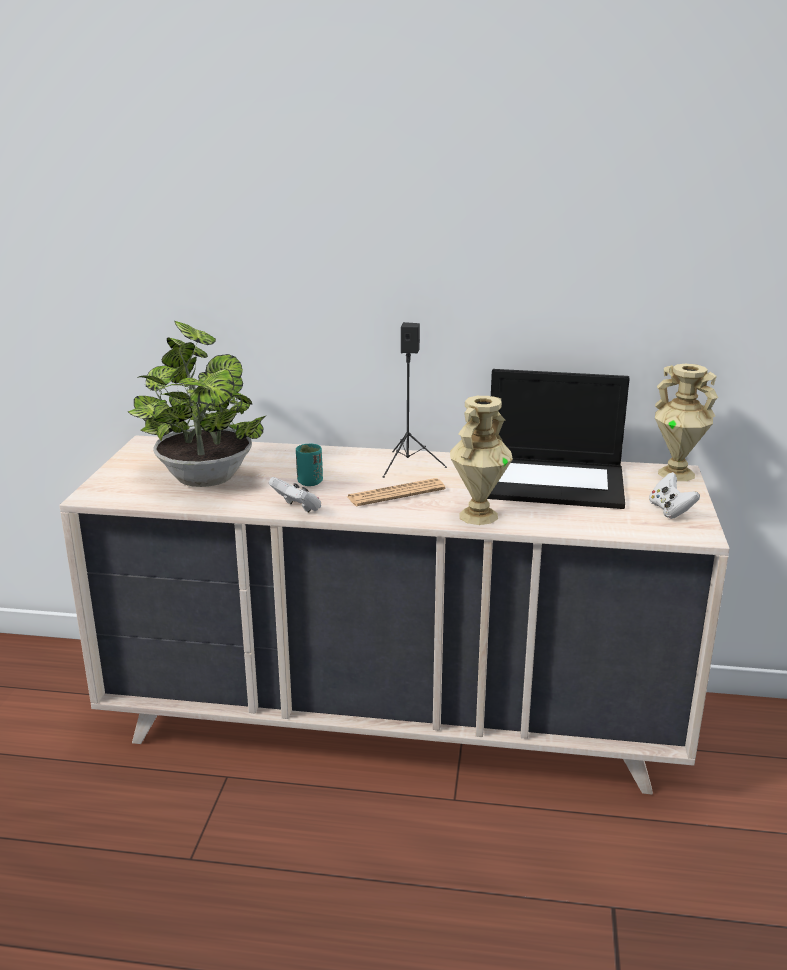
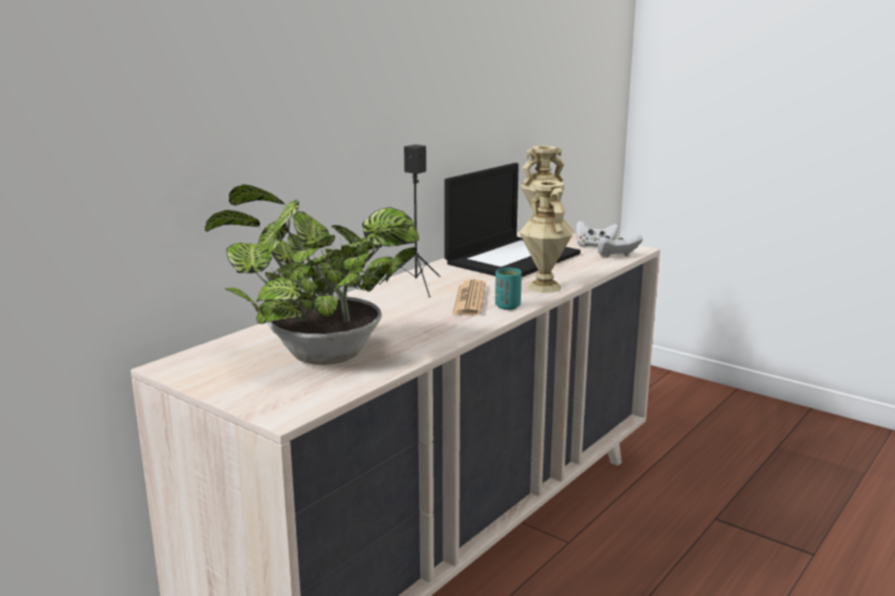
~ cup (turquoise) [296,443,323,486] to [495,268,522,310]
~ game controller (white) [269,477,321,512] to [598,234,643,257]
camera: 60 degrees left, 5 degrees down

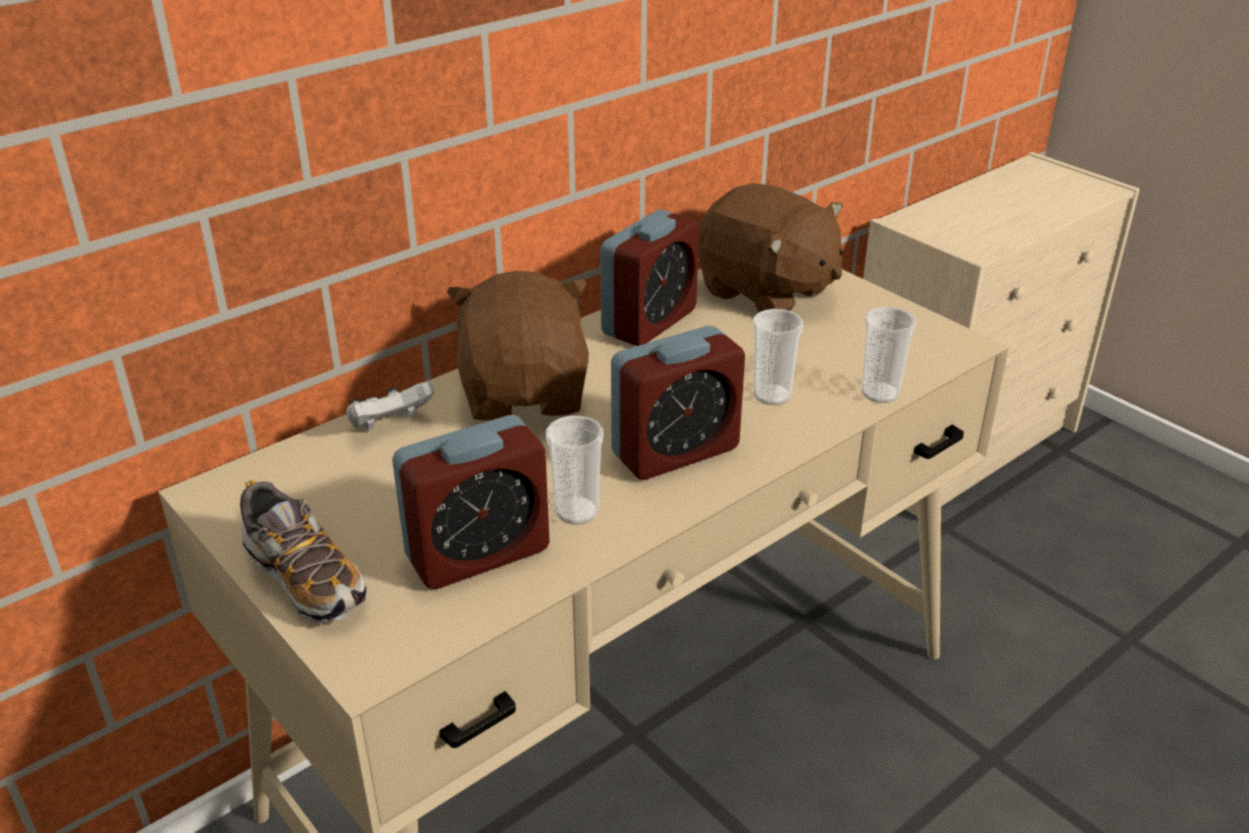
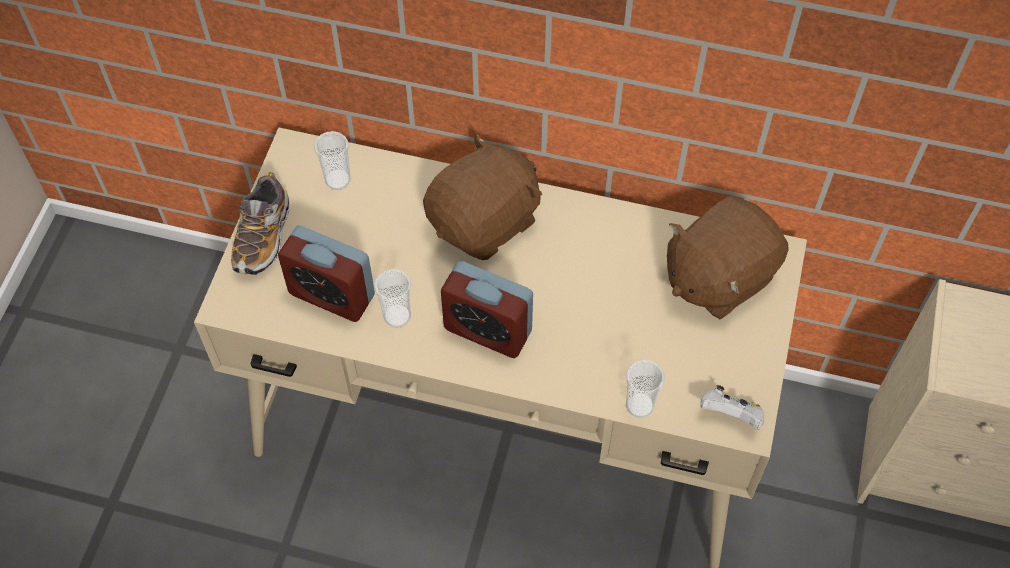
~ plush toy (brown) [698,183,843,313] = [667,196,789,319] 45 degrees clockwise
- alarm clock [600,210,699,346]
~ cup [753,309,803,405] to [314,131,351,190]
~ game controller (white) [346,381,434,431] to [700,385,764,429]
camera: 55 degrees right, 25 degrees up

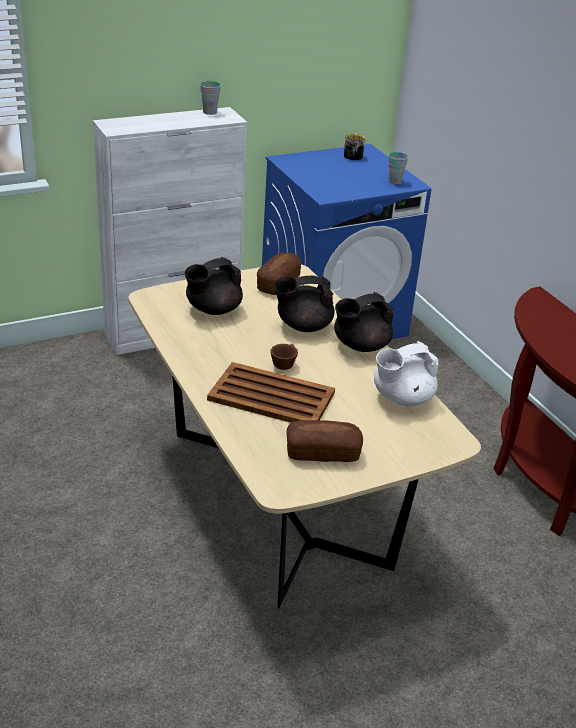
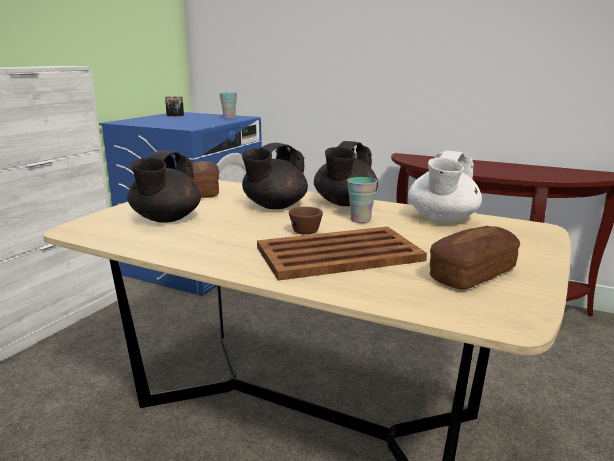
~ cup [200,81,221,115] to [347,177,377,223]
camera: 35 degrees left, 15 degrees down

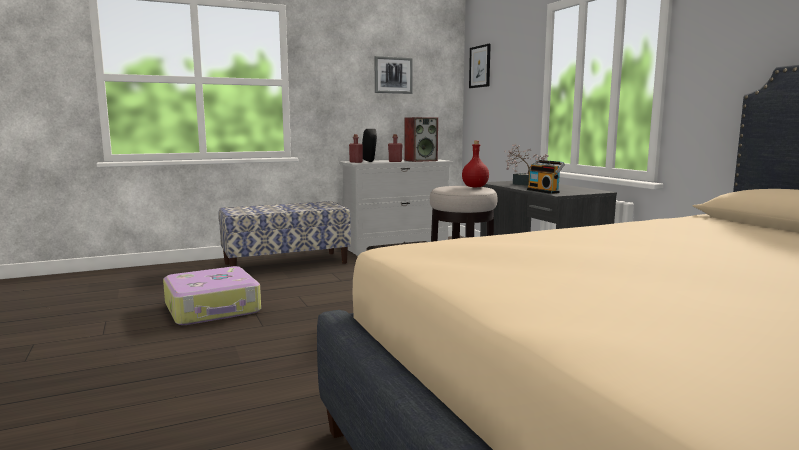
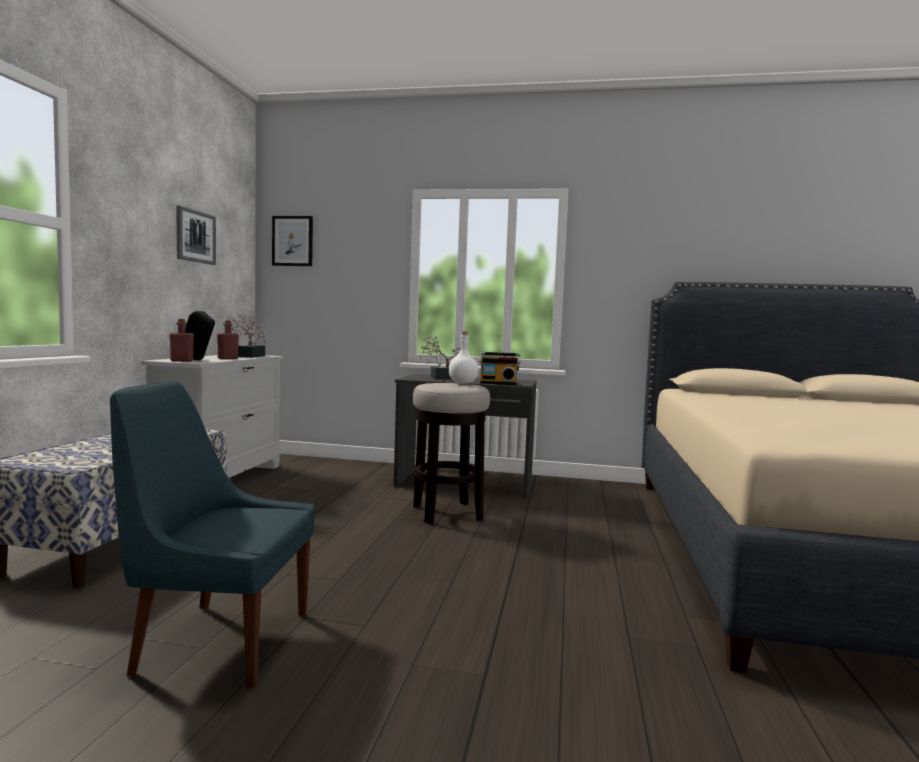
~ speaker [404,117,438,162] to potted plant [228,314,266,358]
~ bottle (red) [462,141,489,188] to bottle (white) [449,331,478,384]
~ suitcase [163,266,261,325] to chair (blue) [110,382,314,688]
camera: 55 degrees left, 5 degrees down

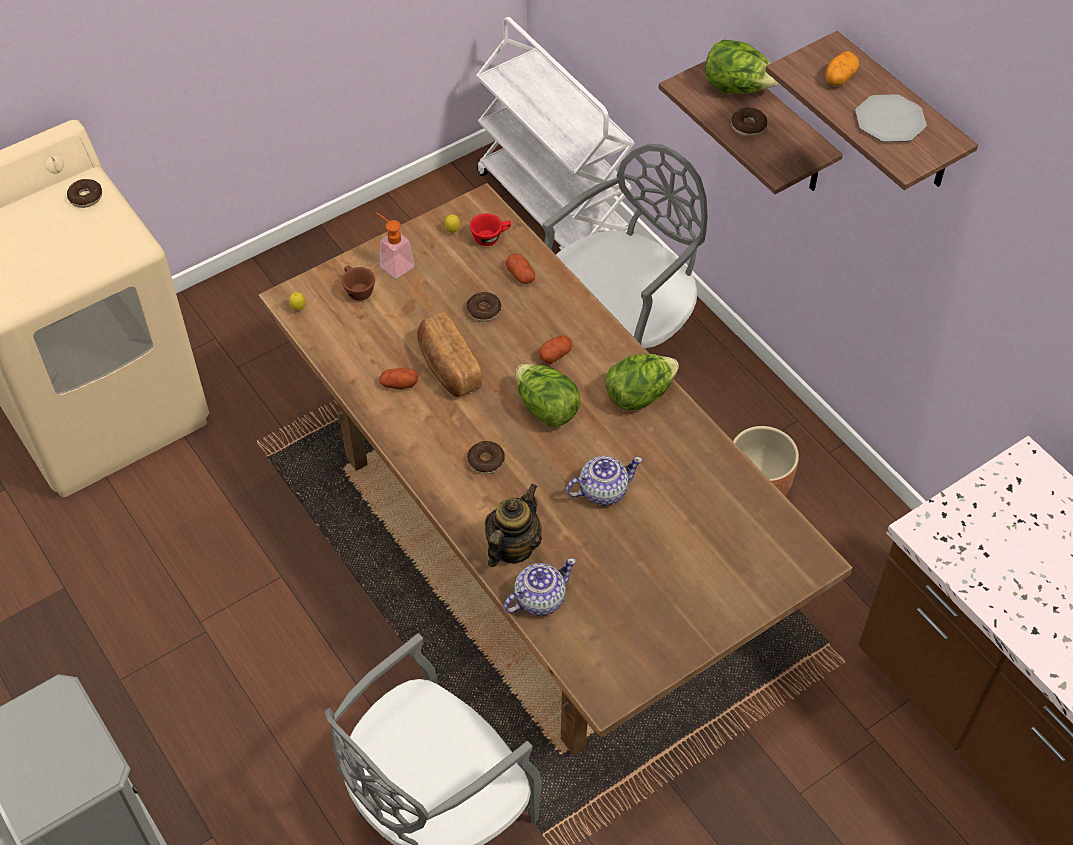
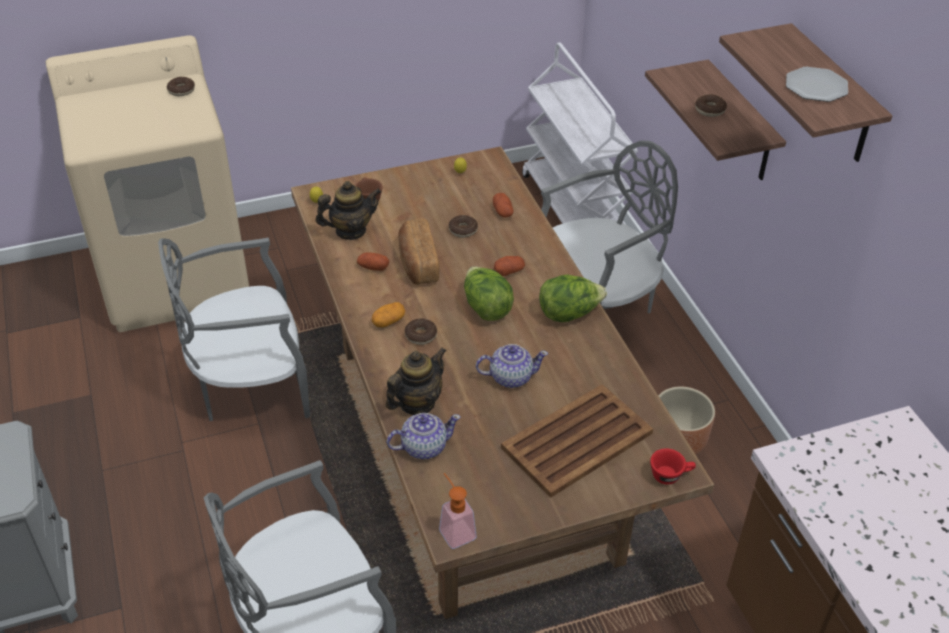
- lettuce [705,39,778,94]
~ potato [825,51,860,86] to [372,302,405,328]
~ soap dispenser [376,212,415,279] to [439,473,477,549]
~ cup (red) [470,213,511,246] to [650,448,696,485]
+ teapot [316,181,381,240]
+ chair (grey) [158,238,310,421]
+ tray (brown) [501,384,653,498]
camera: 15 degrees right, 10 degrees down

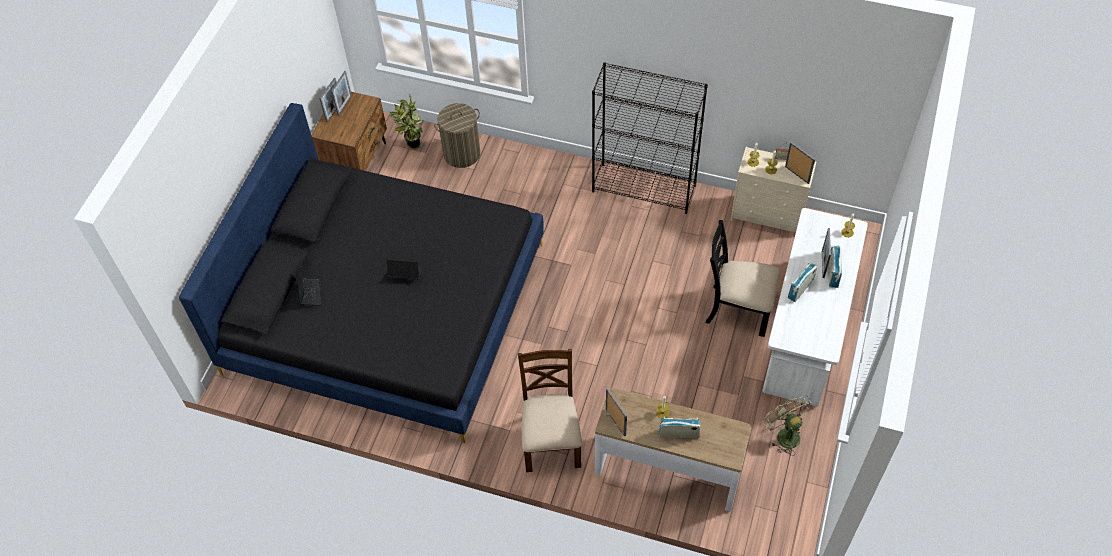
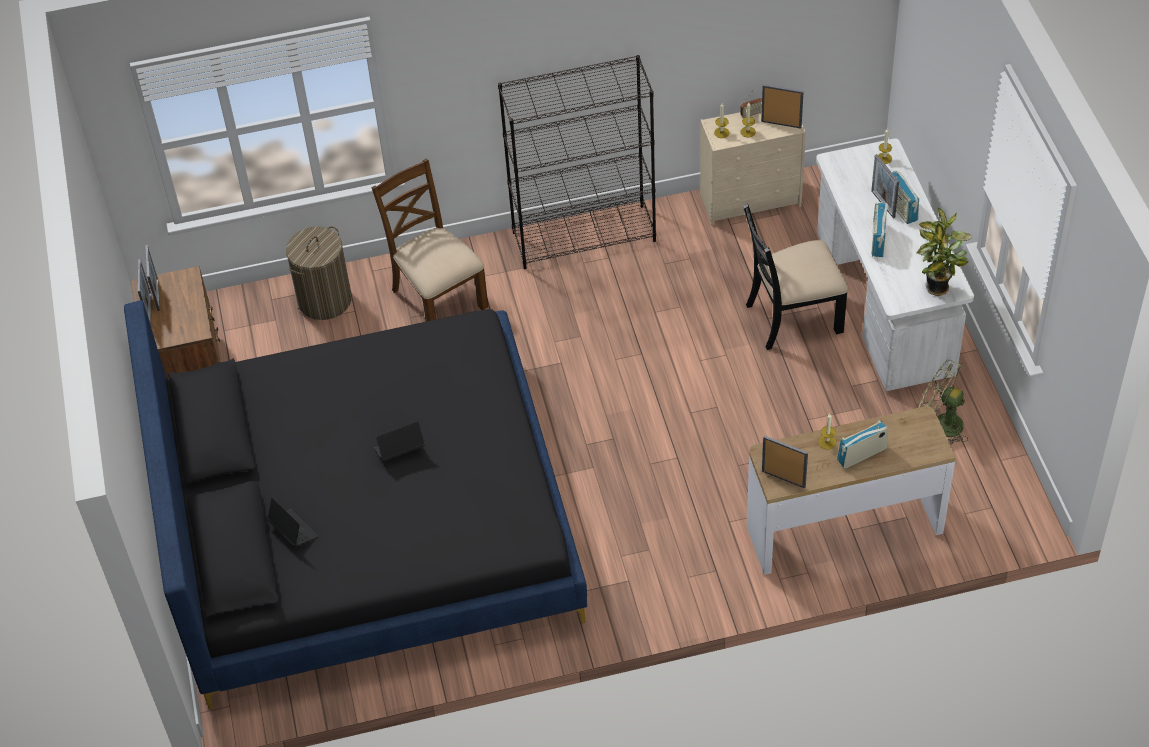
~ potted plant [389,93,424,150] to [916,207,972,296]
~ chair (brown) [518,349,582,472] to [372,159,488,322]
camera: 30 degrees left, 5 degrees down

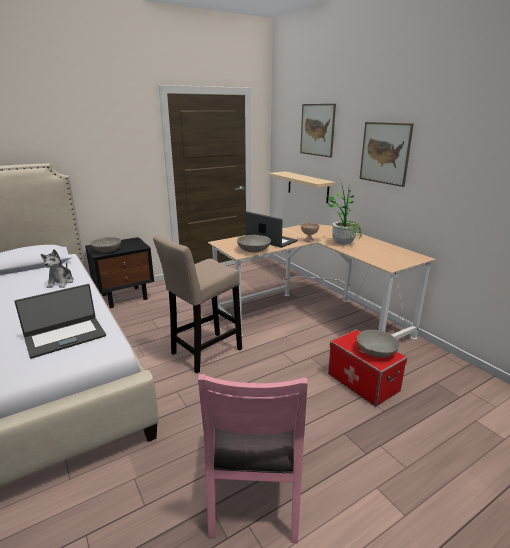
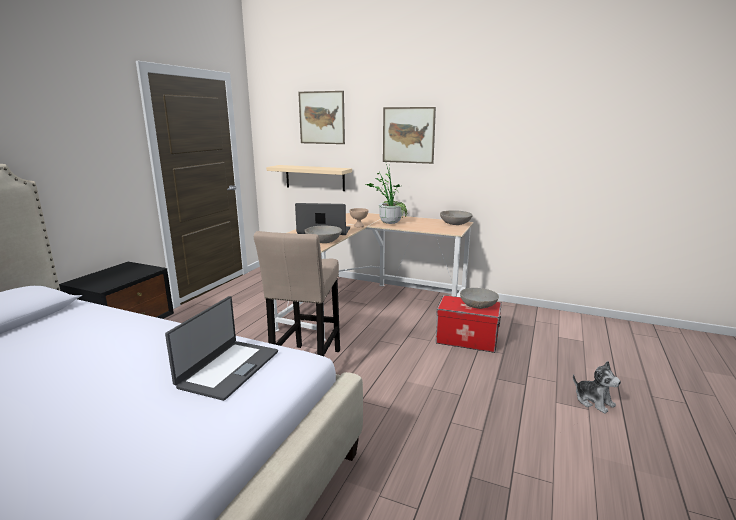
~ bowl (grey) [90,237,121,252] to [440,210,473,225]
~ plush toy [41,249,74,288] to [573,361,621,414]
- chair (pink) [198,374,308,543]
camera: 35 degrees left, 5 degrees down

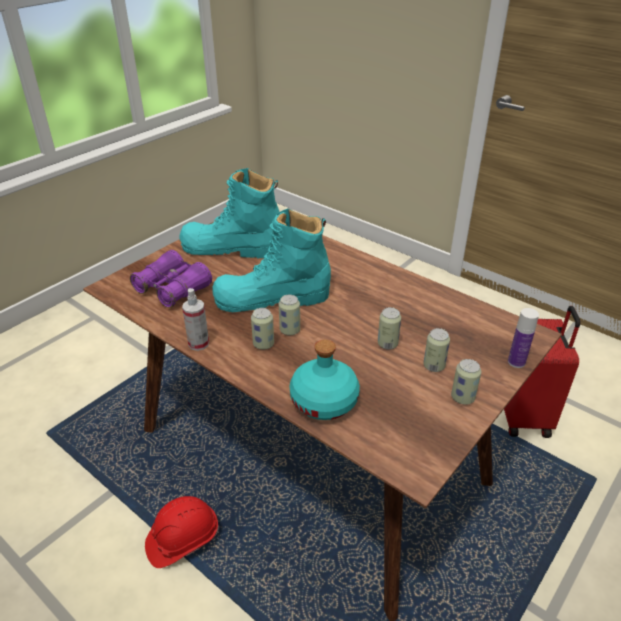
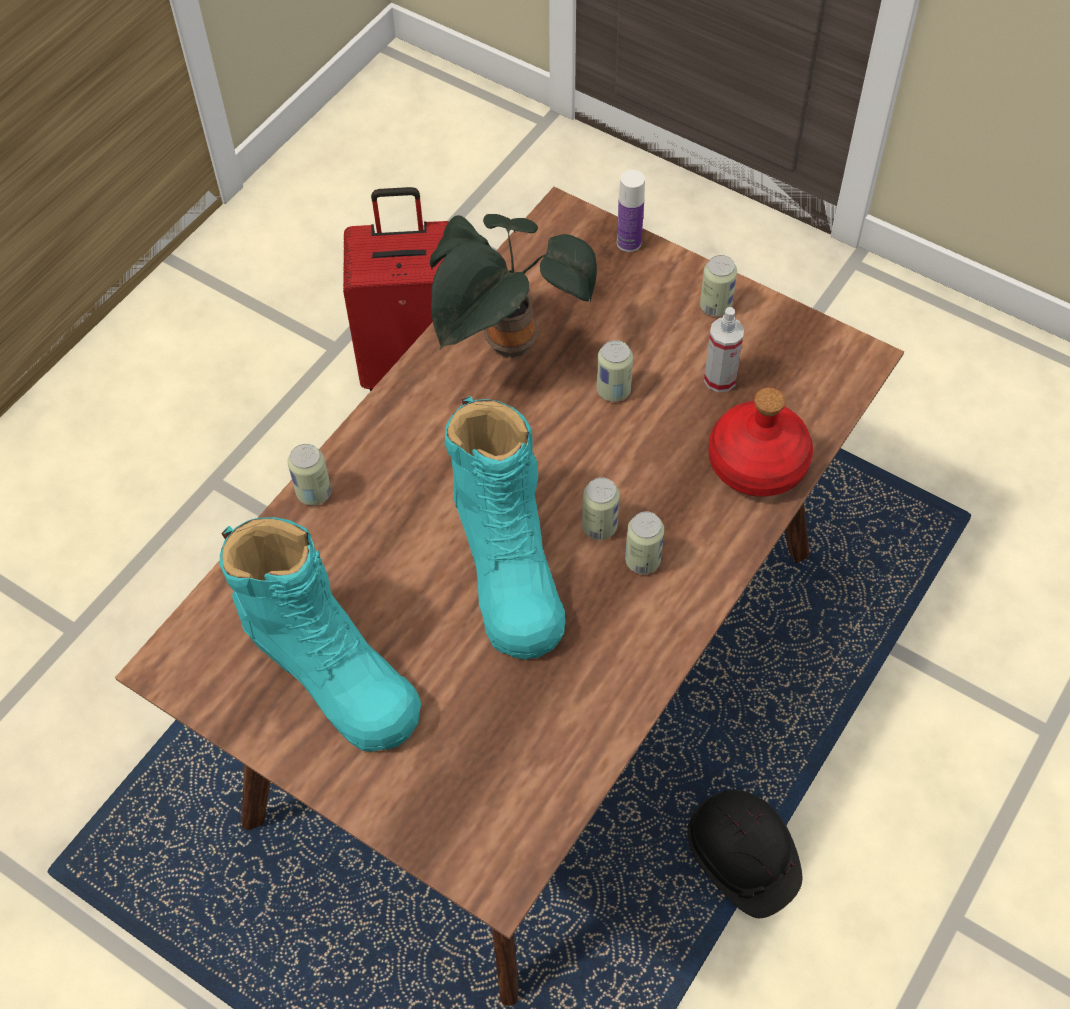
~ boot (turquoise) [180,168,280,258] = [220,517,421,752] 45 degrees counterclockwise
- binoculars (purple) [130,250,212,308]
~ spray bottle [182,288,209,351] to [704,307,744,392]
~ can [424,328,450,372] to [288,444,331,505]
~ bottle (turquoise) [289,340,360,420] to bottle (red) [708,387,813,497]
~ hard hat (red) [145,496,219,568] to hard hat (black) [687,790,802,918]
+ potted plant [430,214,597,358]
camera: 95 degrees left, 20 degrees up

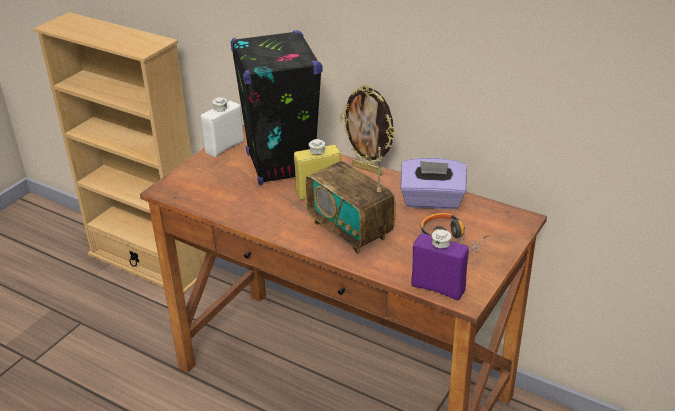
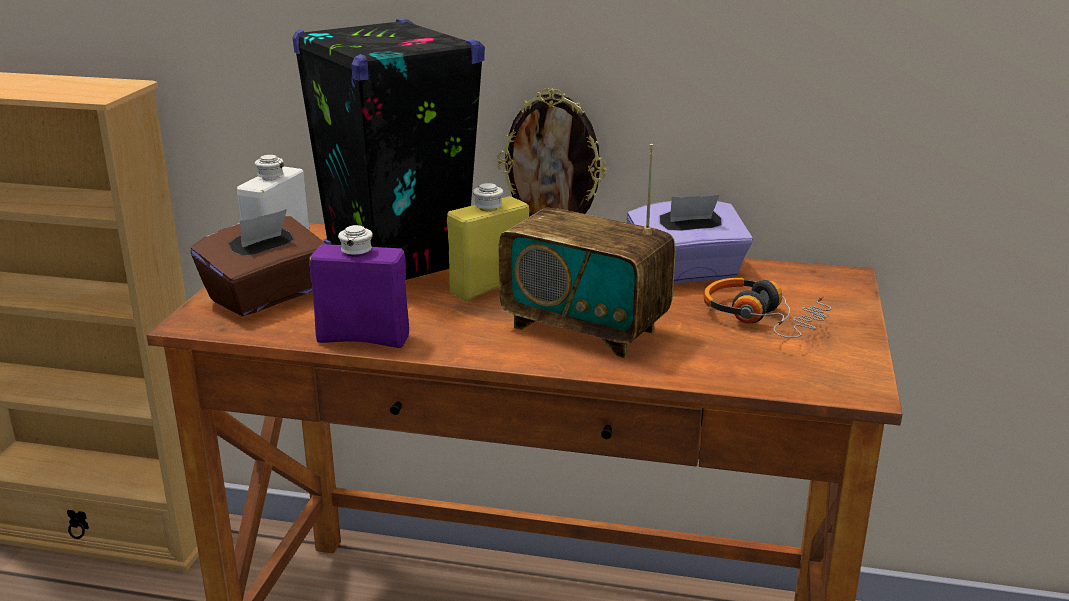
~ bottle (purple) [411,230,469,300] to [309,225,409,348]
+ tissue box (brown) [191,209,326,316]
camera: 20 degrees left, 10 degrees down

